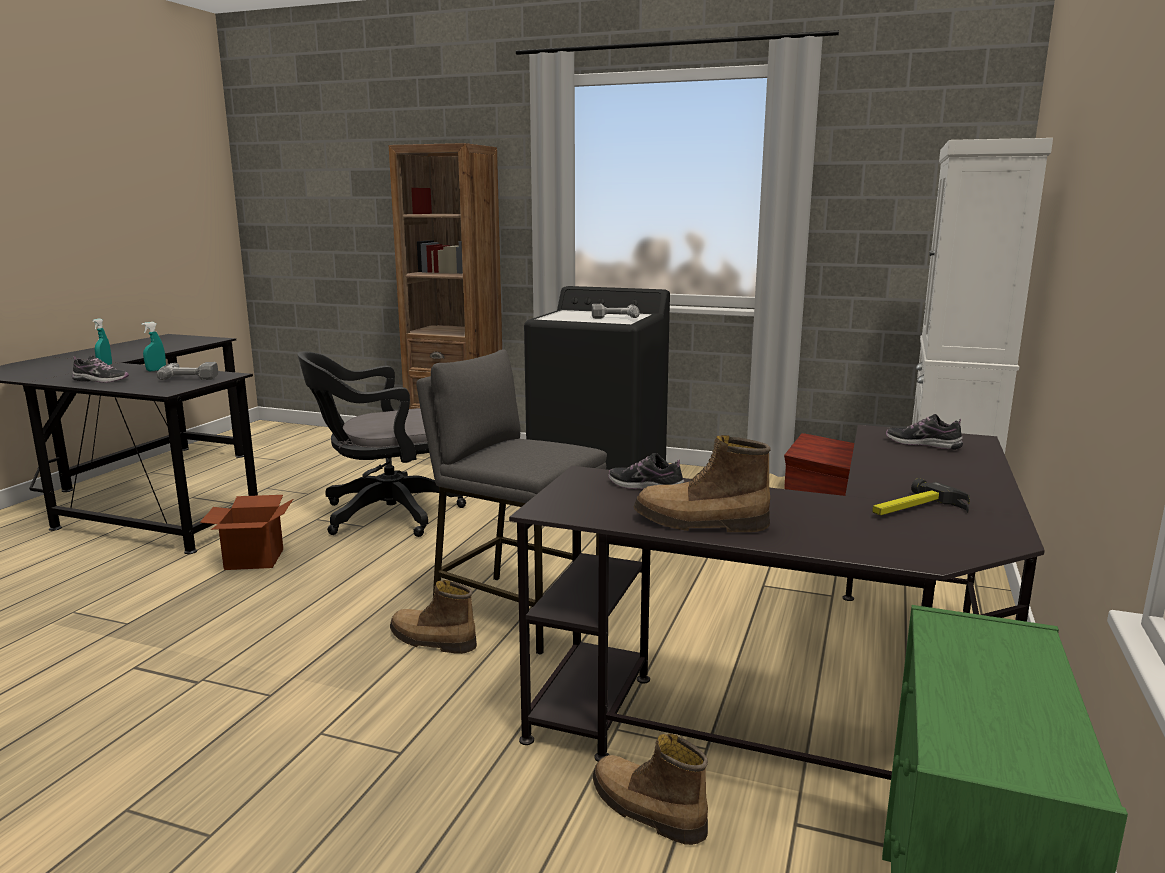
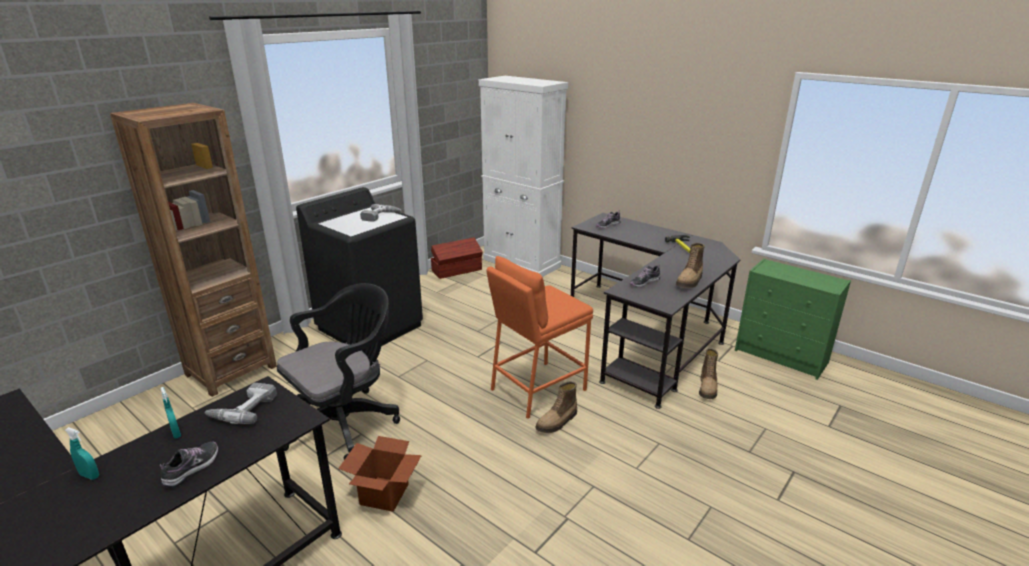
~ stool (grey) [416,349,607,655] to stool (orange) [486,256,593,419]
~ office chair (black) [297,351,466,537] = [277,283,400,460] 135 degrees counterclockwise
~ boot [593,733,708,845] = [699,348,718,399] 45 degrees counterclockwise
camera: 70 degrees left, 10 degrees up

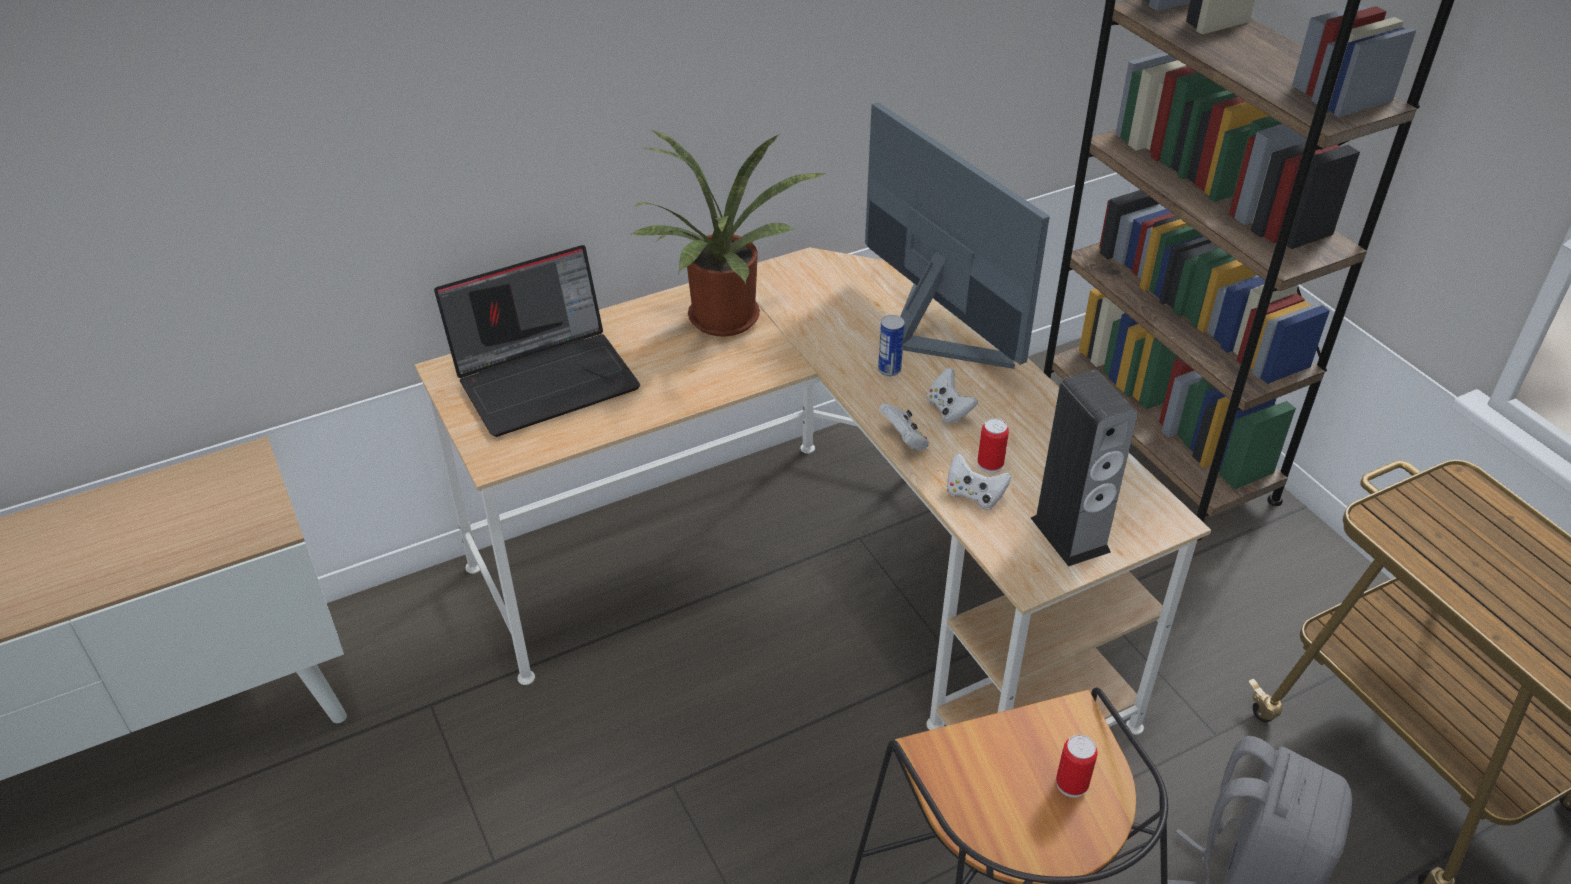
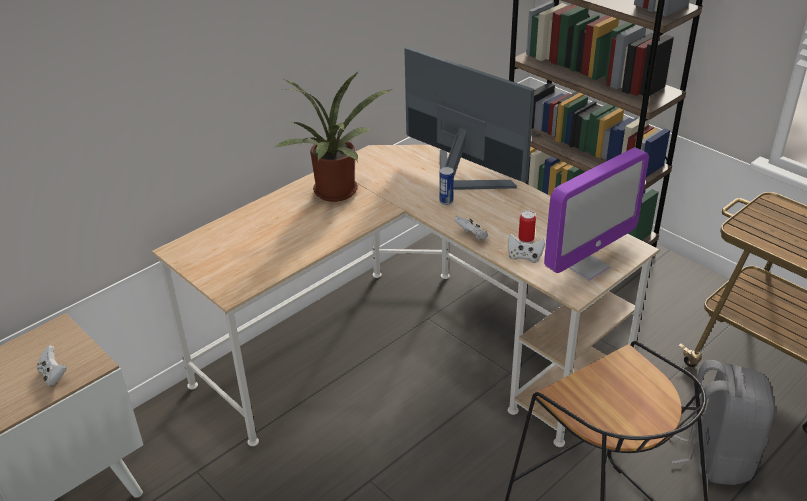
- laptop [434,245,640,437]
~ game controller (white) [927,368,978,424] to [37,345,67,386]
~ speaker [1031,370,1138,567] to monitor [544,148,649,281]
- can [1056,735,1098,798]
camera: 15 degrees left, 5 degrees down

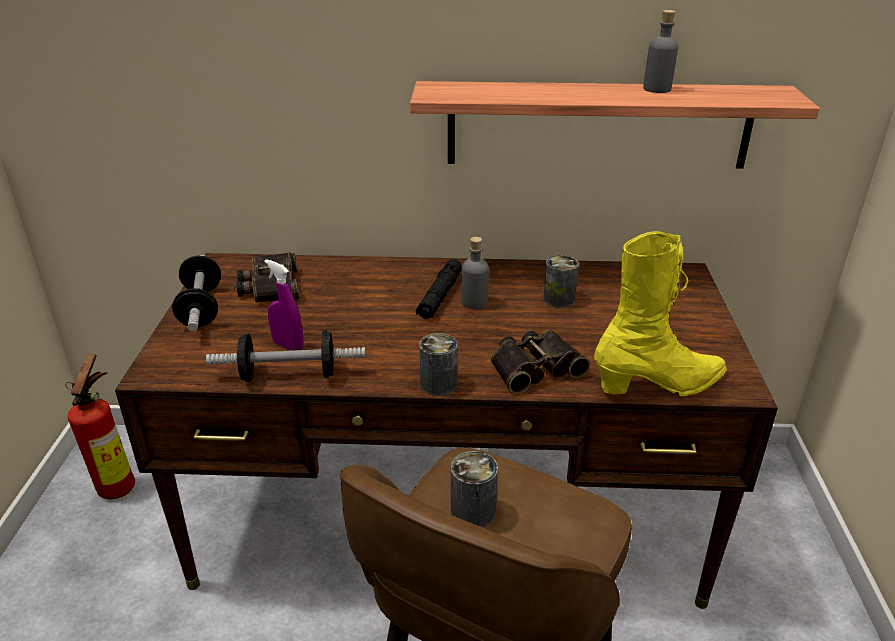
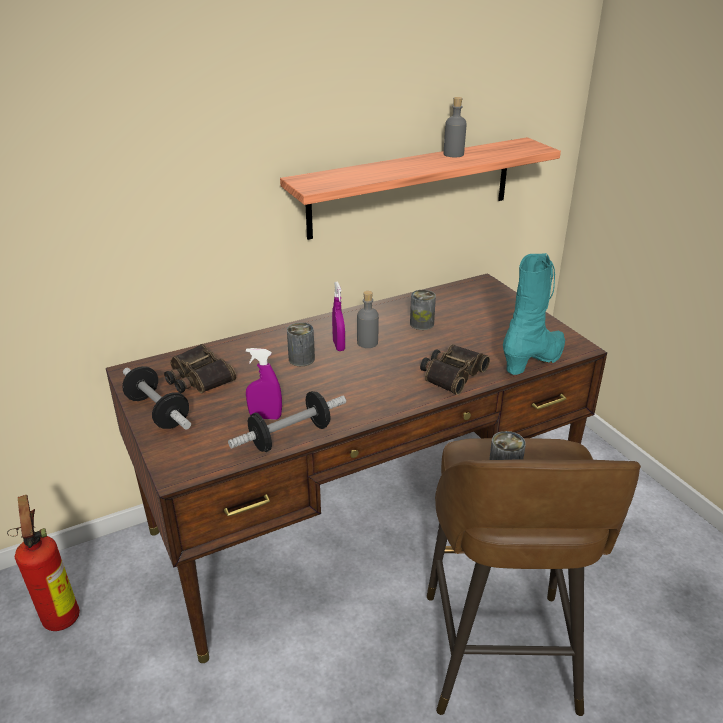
~ boot (yellow) [594,231,727,396] to boot (turquoise) [503,253,565,375]
~ flashlight (black) [416,259,462,319] to spray bottle (purple) [332,282,345,351]
~ can [419,333,458,396] to [287,322,315,366]
camera: 30 degrees left, 0 degrees up

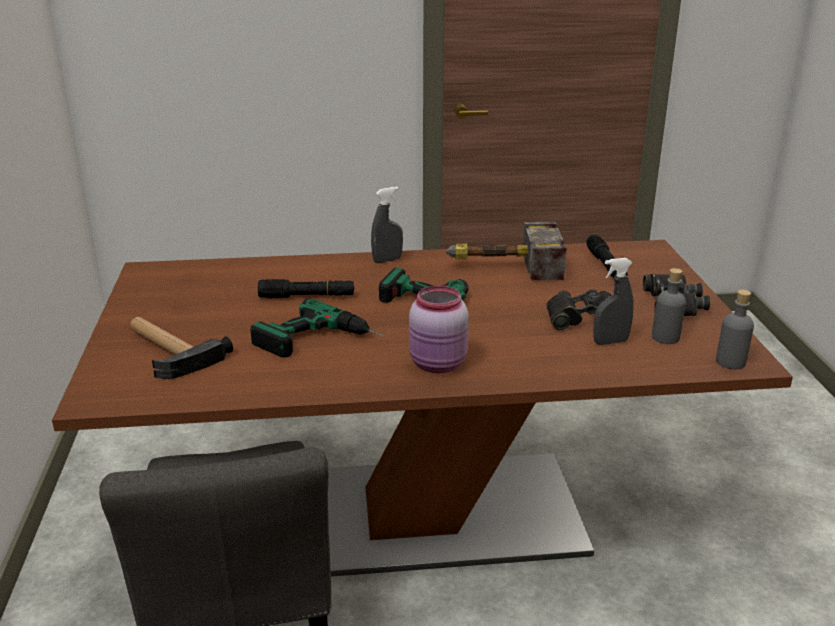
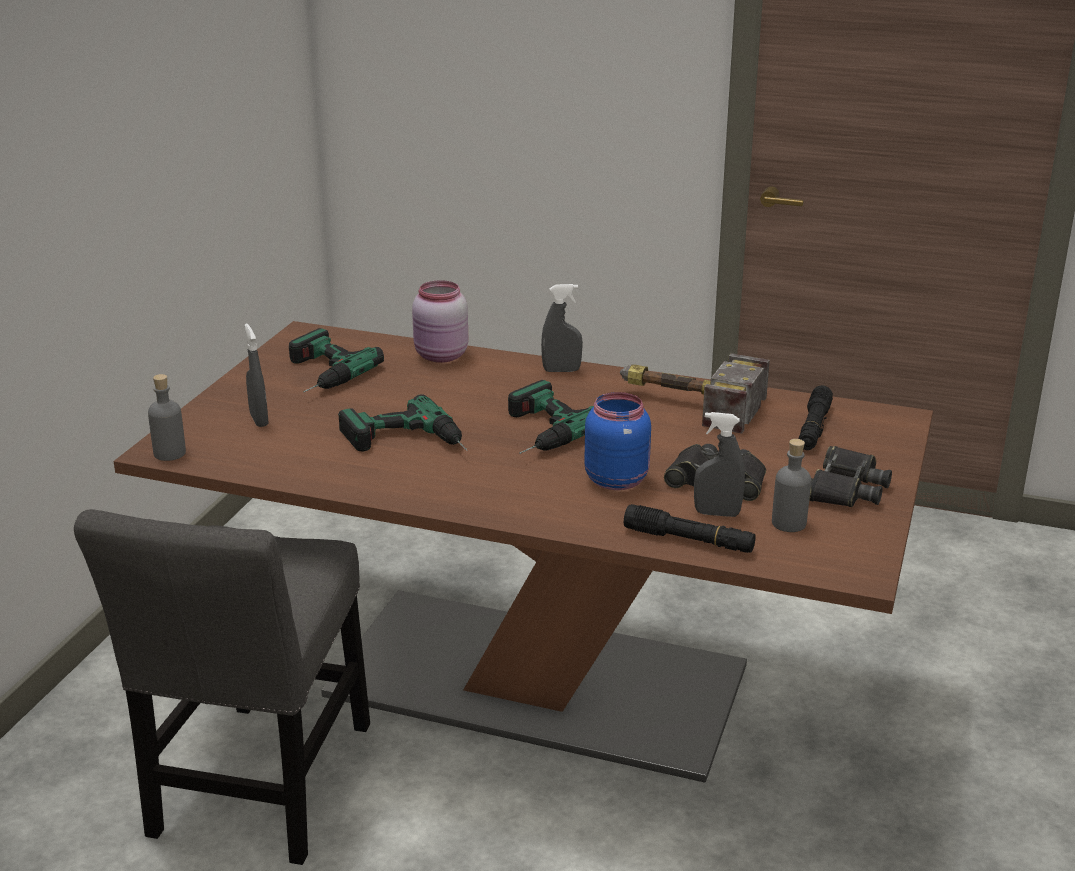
~ flashlight (black) [258,279,354,298] to [624,504,756,553]
~ jar (pink) [409,285,469,373] to [412,280,468,363]
~ bottle (grey) [716,290,754,369] to [148,374,186,461]
~ hammer [130,317,233,379] to spray bottle (grey) [245,323,269,427]
+ power drill [289,328,384,392]
+ jar (blue) [585,392,651,490]
camera: 25 degrees right, 0 degrees up

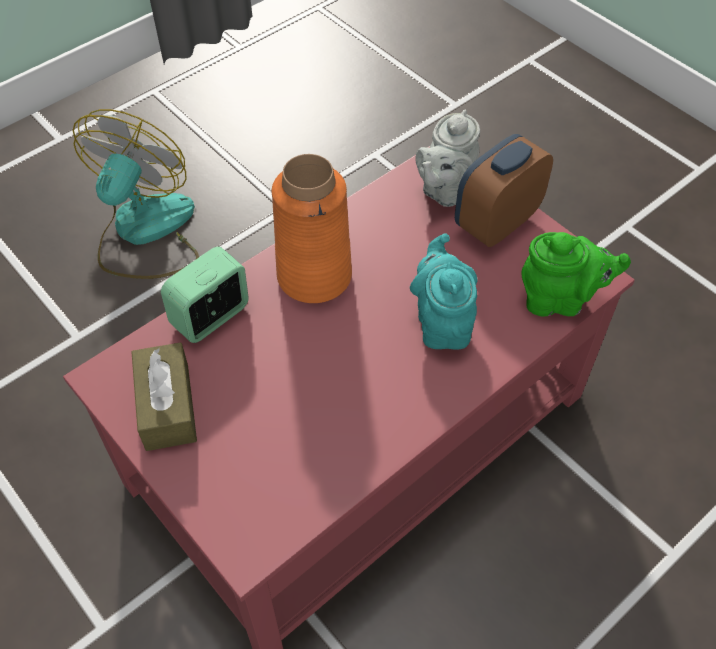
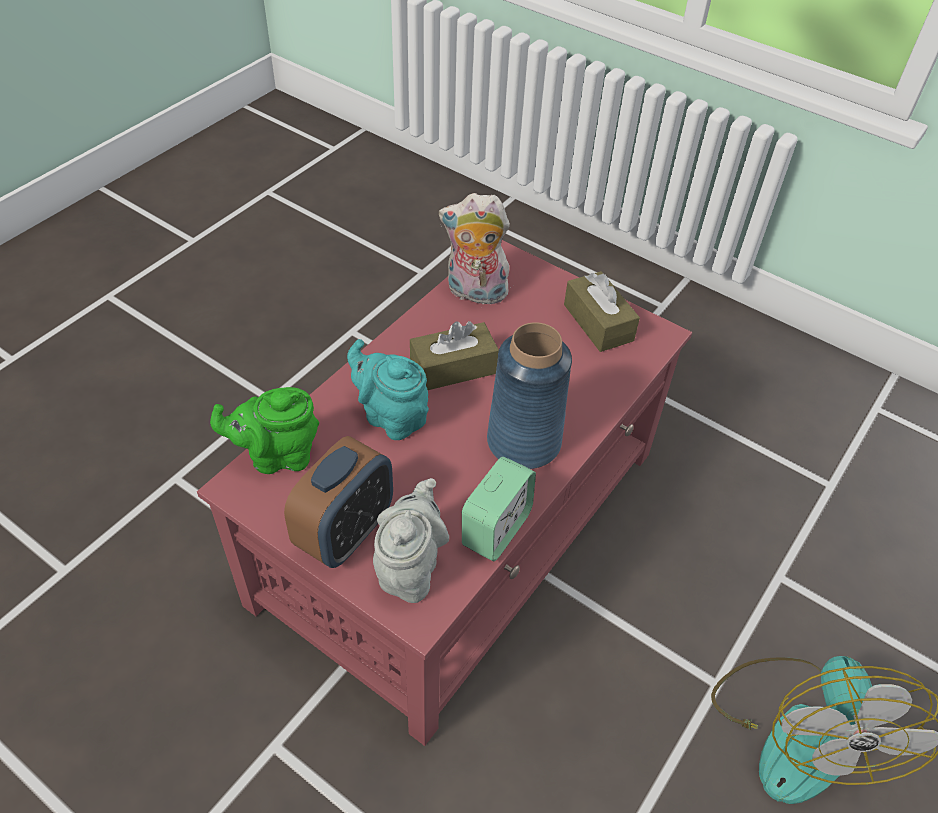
~ vase (orange) [272,154,352,303] to vase (blue) [487,322,572,469]
~ teapot (turquoise) [410,233,478,350] = [347,339,429,440] 150 degrees clockwise
~ alarm clock [161,246,249,343] to [462,457,536,561]
+ plush toy [439,193,511,305]
+ tissue box (brown) [410,321,499,390]
camera: 165 degrees right, 5 degrees down

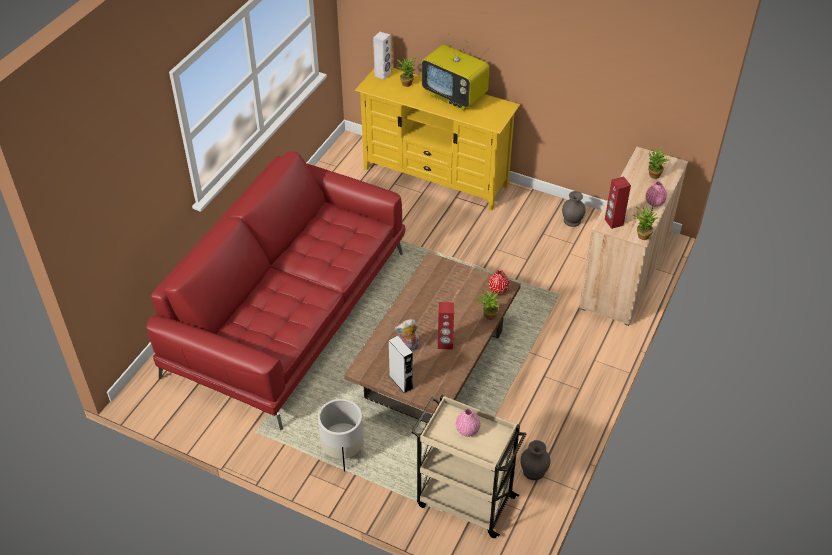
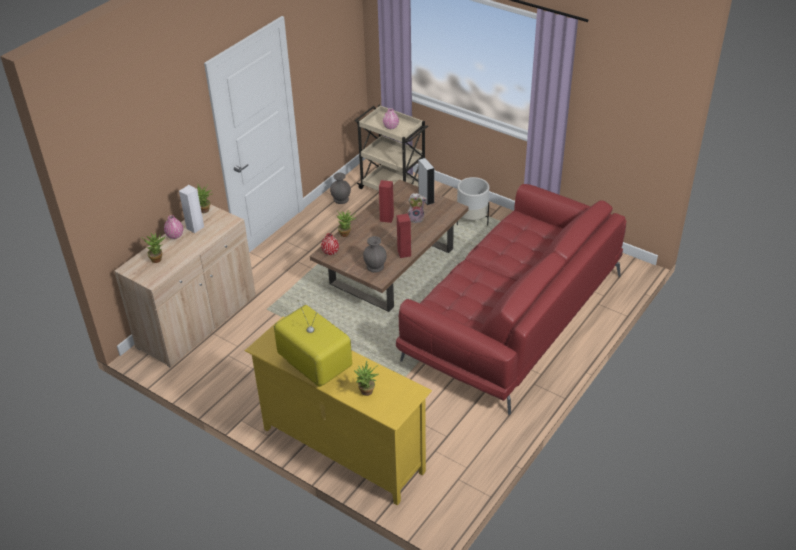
~ speaker (white) [373,32,391,80] to [179,185,204,233]
~ speaker (red) [605,176,631,229] to [397,213,411,258]
~ vase (grey) [562,191,586,227] to [363,236,387,273]
camera: 170 degrees left, 5 degrees down

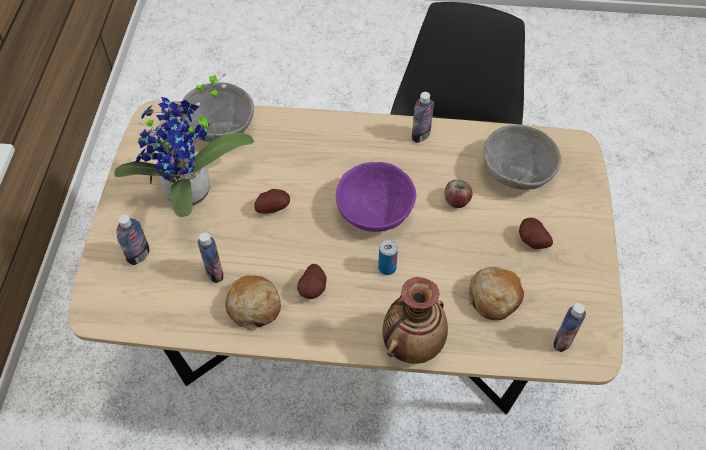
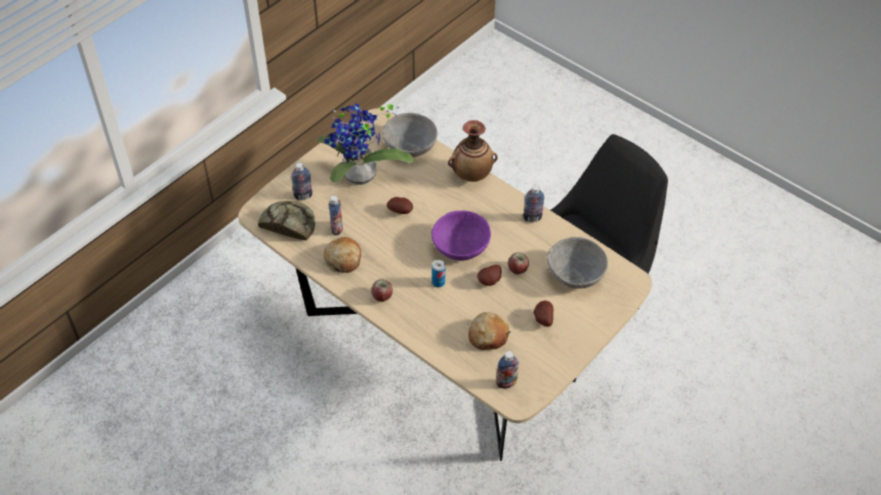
~ potato [297,264,327,299] to [477,265,501,286]
~ vase [383,277,448,364] to [448,120,498,182]
+ bread [258,201,315,240]
+ apple [371,279,393,302]
camera: 35 degrees right, 5 degrees down

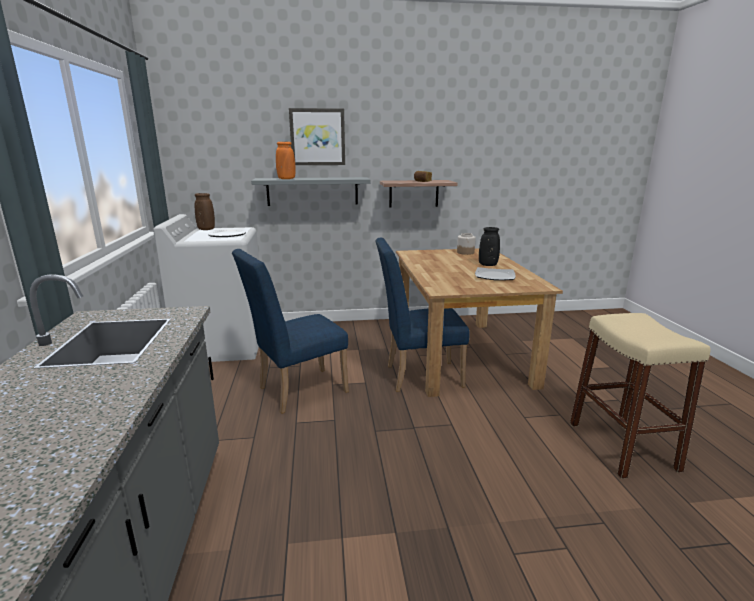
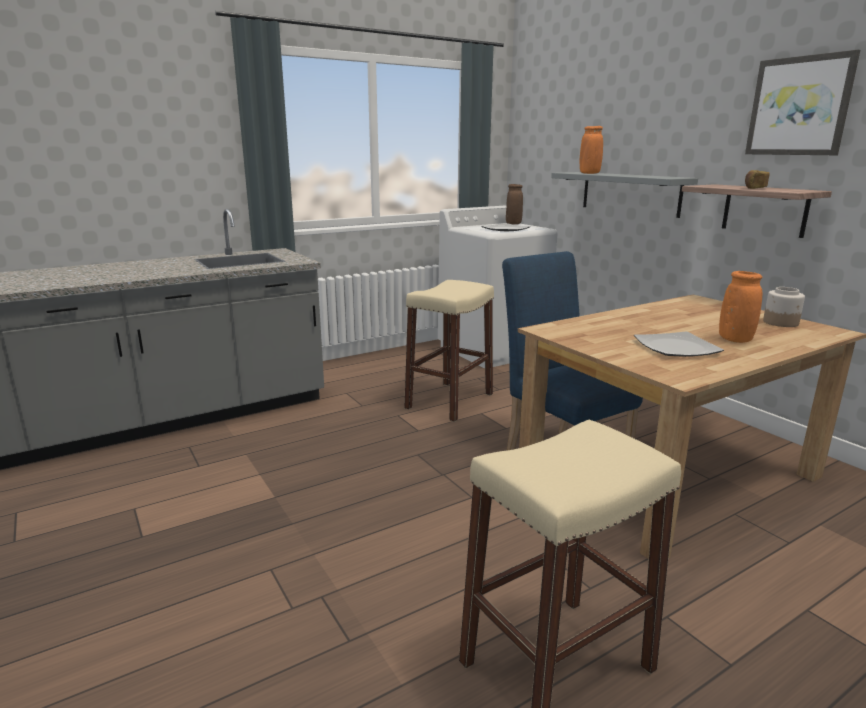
~ picture [289,108,345,165] to [745,50,860,155]
~ vase (black) [479,227,500,266] to vase (orange) [719,271,762,343]
~ chair (blue) [232,249,349,414] to stool (beige) [404,280,494,422]
camera: 65 degrees right, 0 degrees up

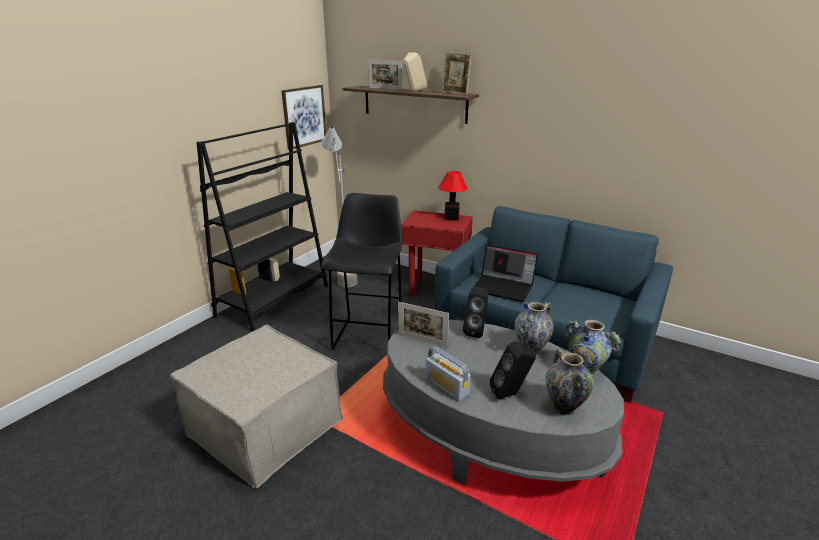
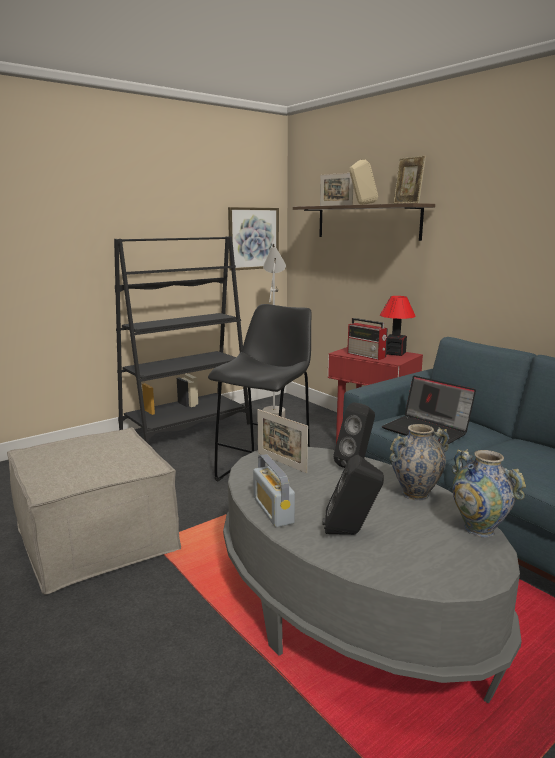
- vase [546,348,593,416]
+ radio [347,318,388,360]
camera: 20 degrees right, 10 degrees down

